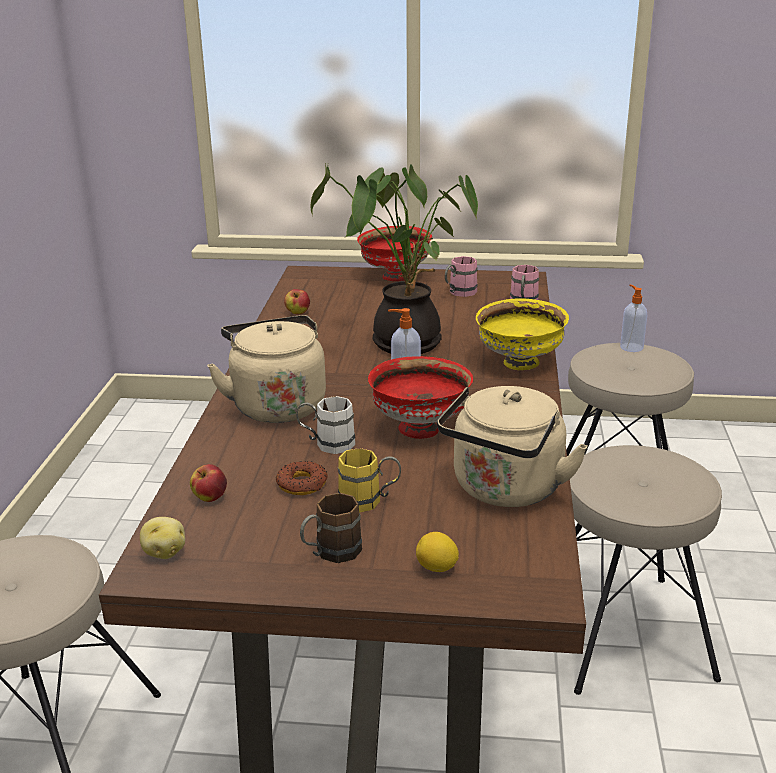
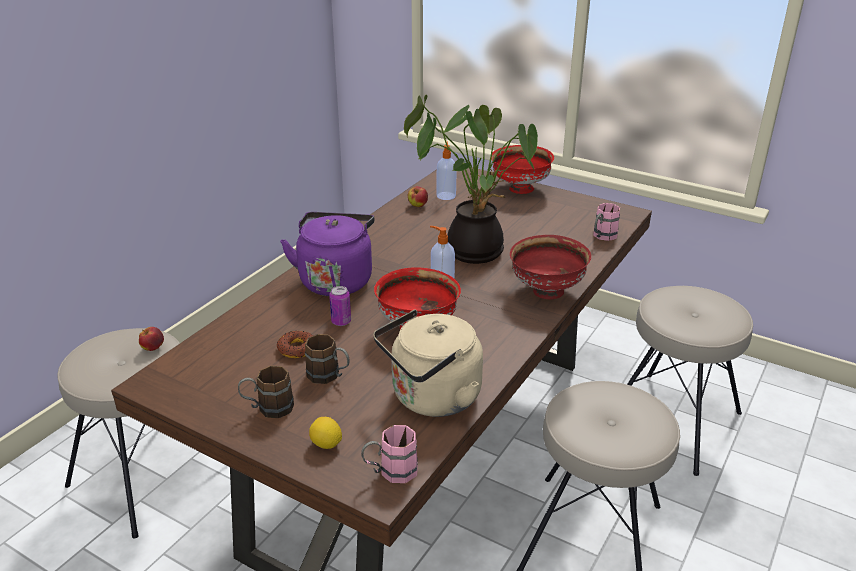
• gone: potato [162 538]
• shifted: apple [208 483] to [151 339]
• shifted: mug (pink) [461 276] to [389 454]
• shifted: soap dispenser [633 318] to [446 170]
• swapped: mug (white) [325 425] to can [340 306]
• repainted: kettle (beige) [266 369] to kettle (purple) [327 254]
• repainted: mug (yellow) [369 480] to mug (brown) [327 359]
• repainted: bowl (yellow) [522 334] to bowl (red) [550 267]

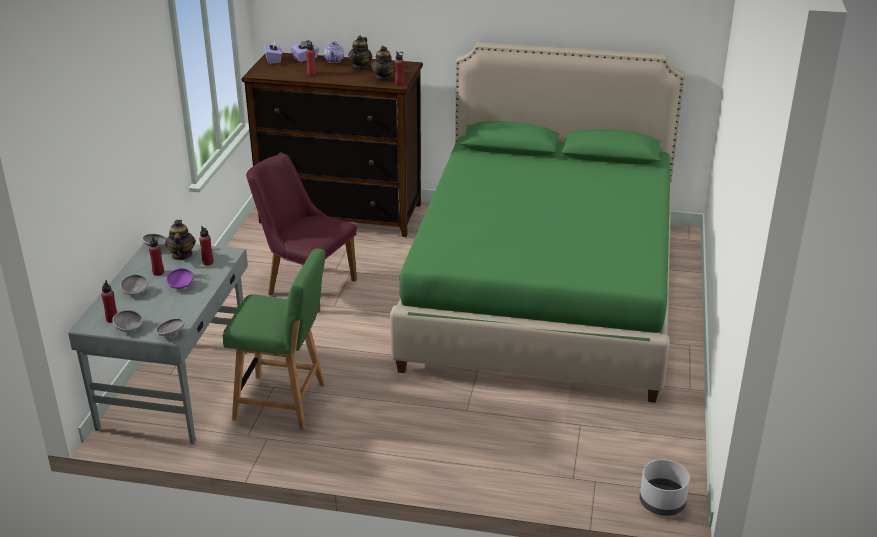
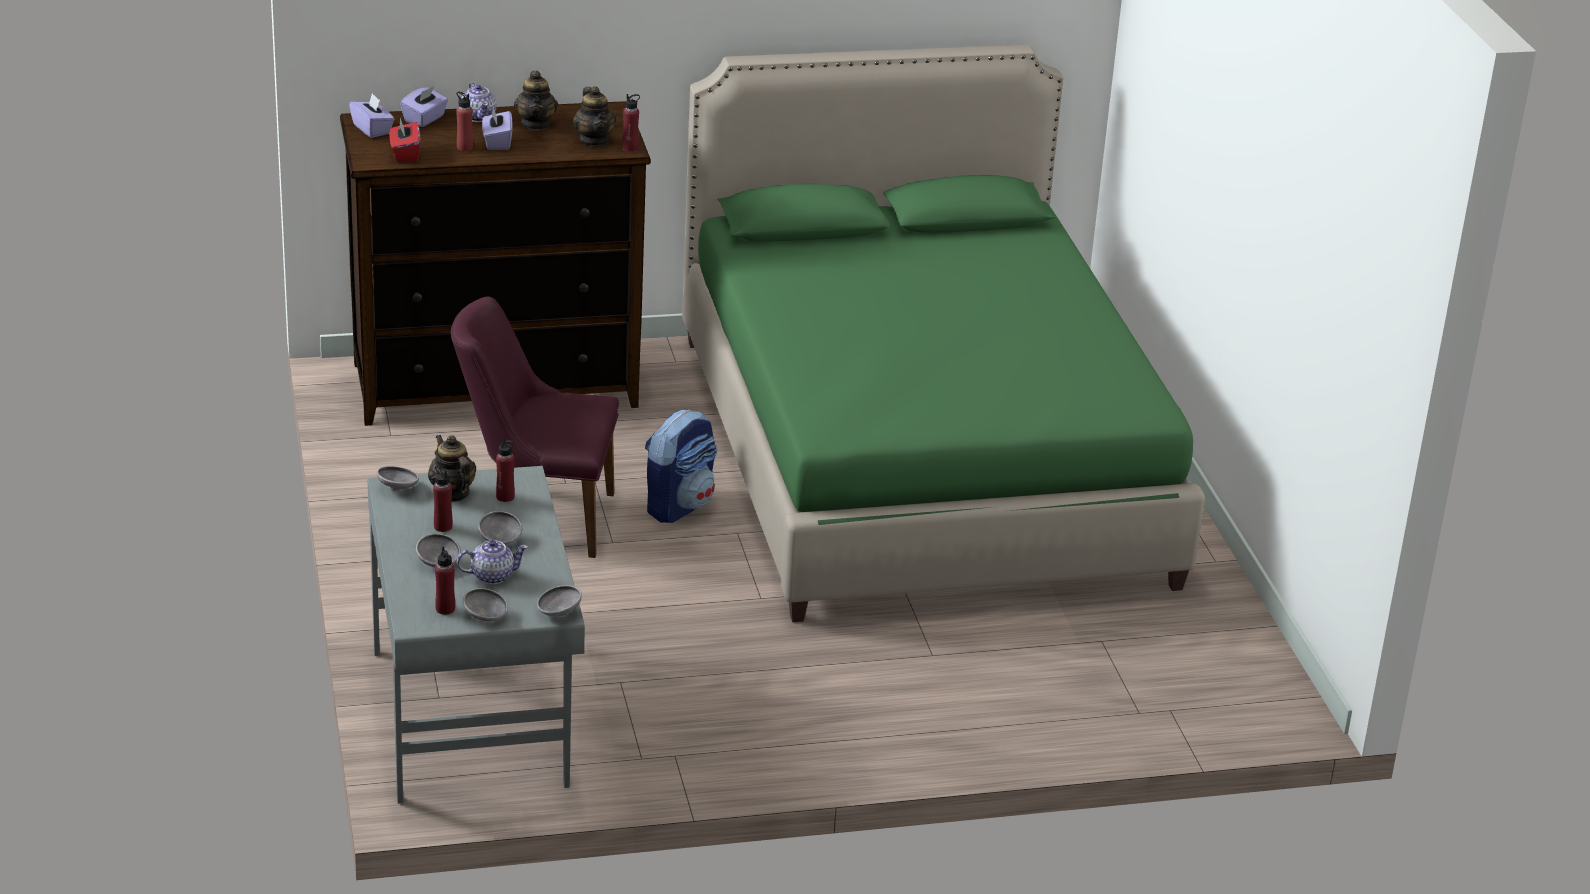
• gone: chair (green) [274 339]
• gone: planter (grey) [665 487]
• new: tissue box (red) [405 140]
• new: teapot [492 562]
• new: tissue box (purple) [497 128]
• new: backpack [681 466]
• repainted: bowl (purple) [179 278] to bowl (grey) [500 528]

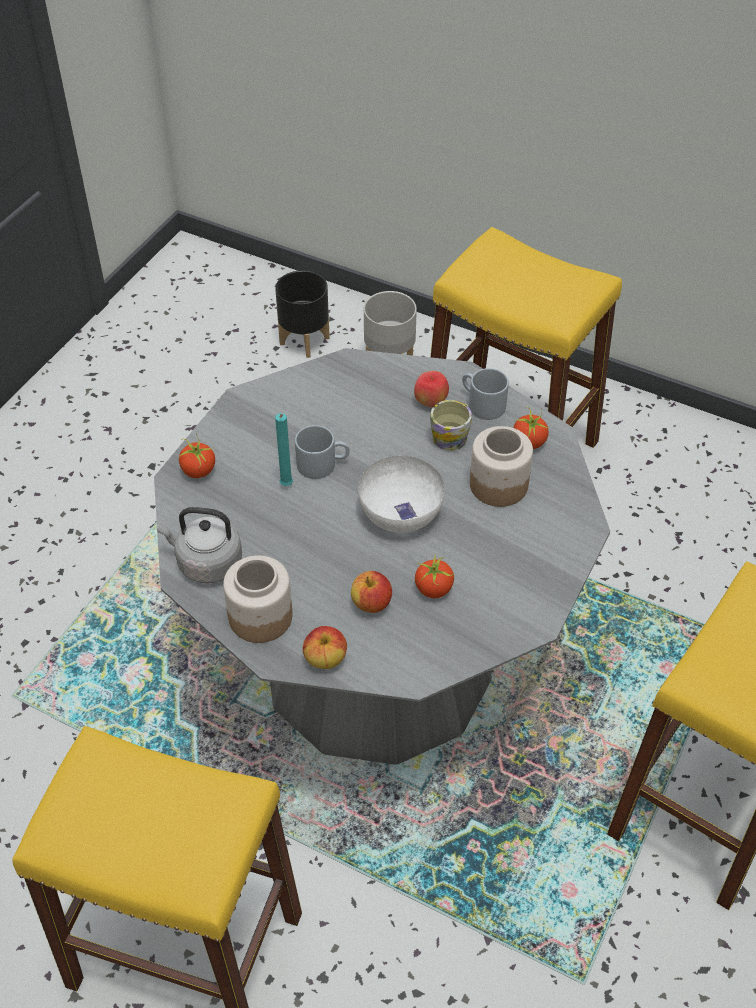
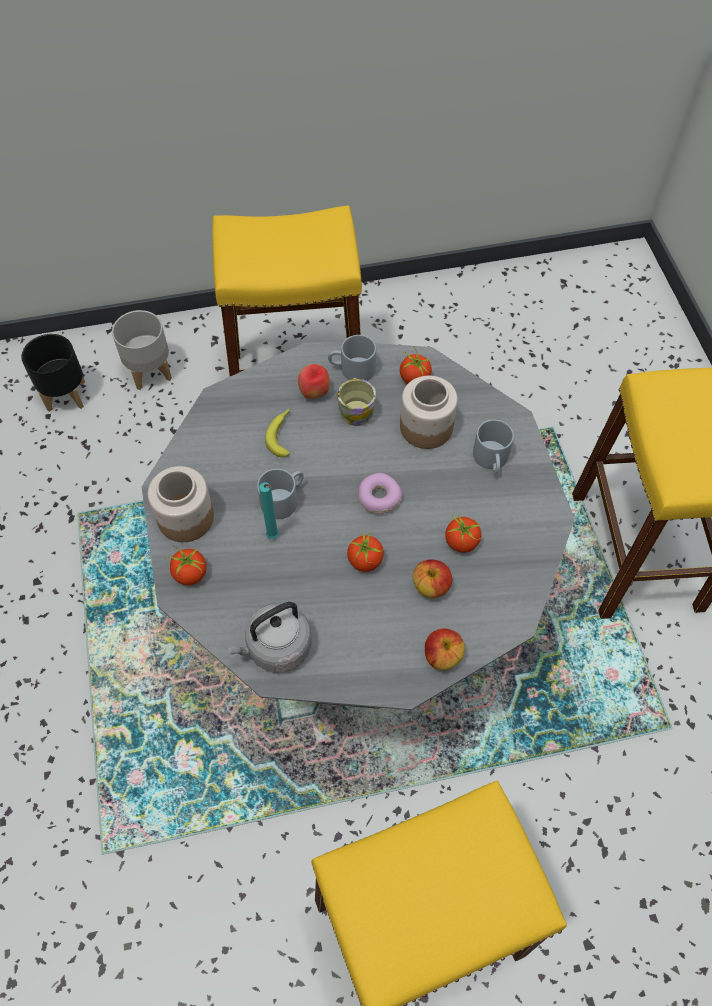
• new: banana [277 432]
• new: tomato [366 552]
• new: mug (grey) [493 447]
• shifted: jar [257 599] to [181 504]
• swapped: bowl (white) [401 494] to donut [380 493]

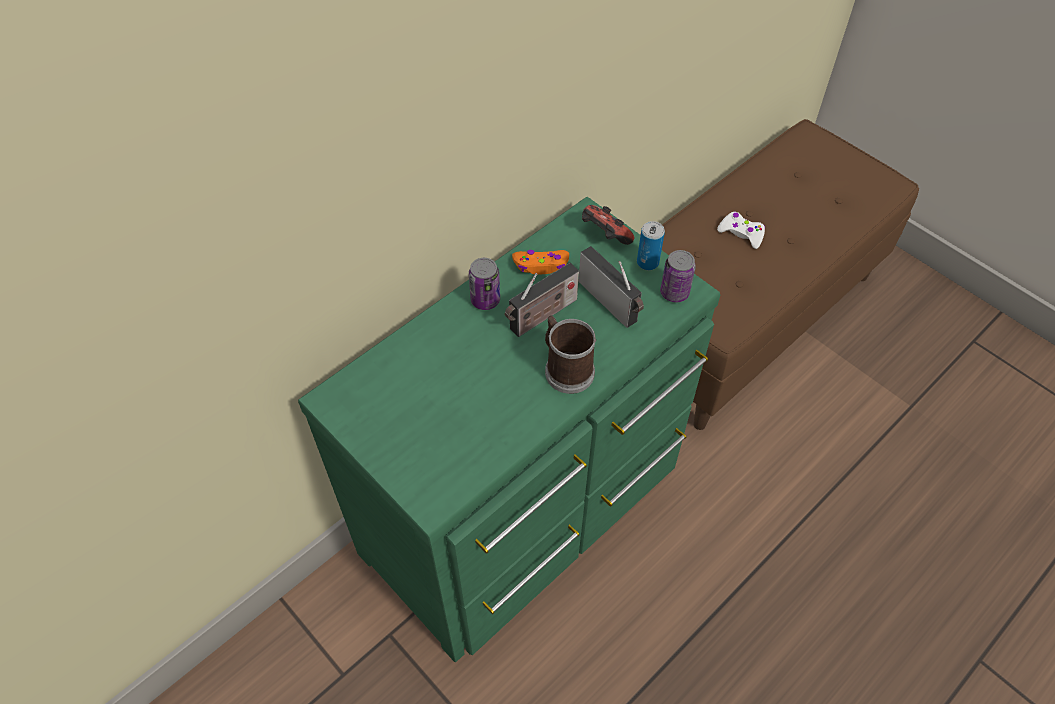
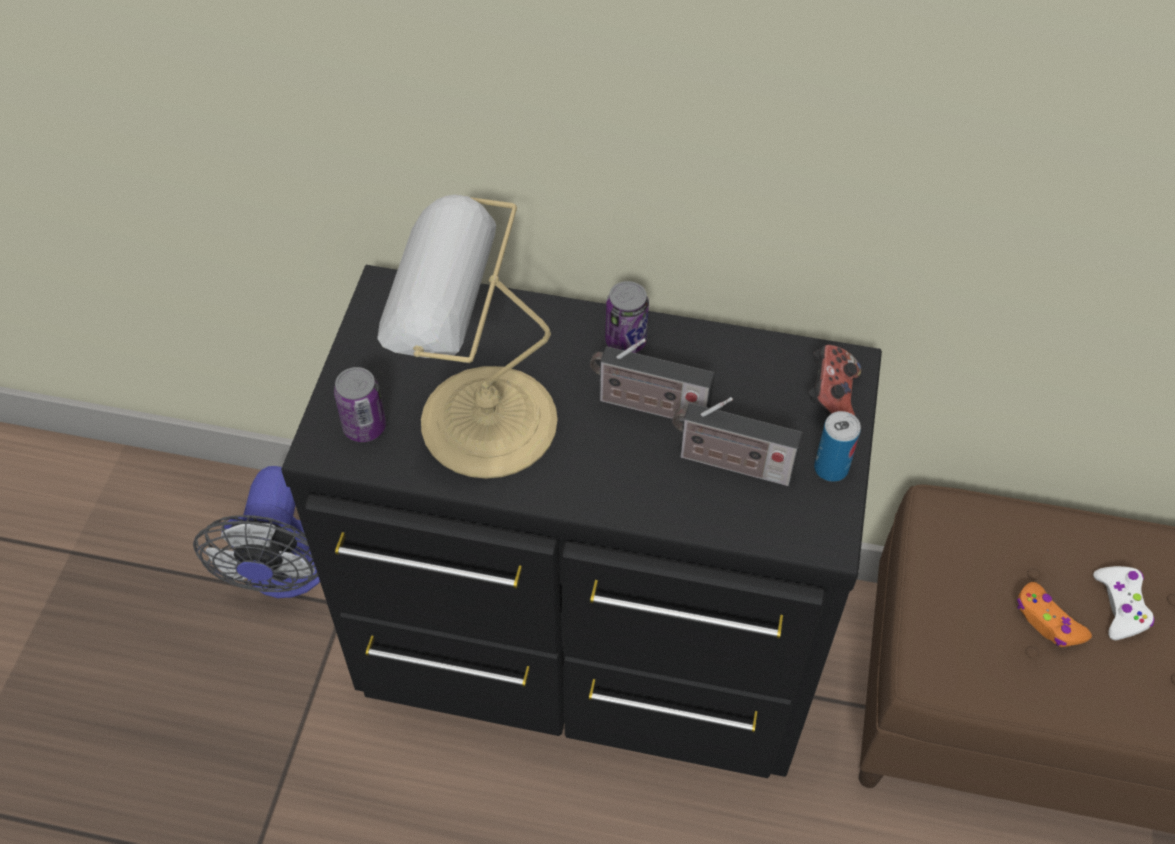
• gone: mug [570 354]
• new: fan [256 532]
• new: table lamp [467 336]
• shifted: game controller (orange) [540 262] to [1054 614]
• shifted: can [678 276] to [360 404]
• repainted: dresser (green) [509 429] to dresser (black) [581 521]
• rotated: radio [611 287] = [737 441] 90 degrees clockwise

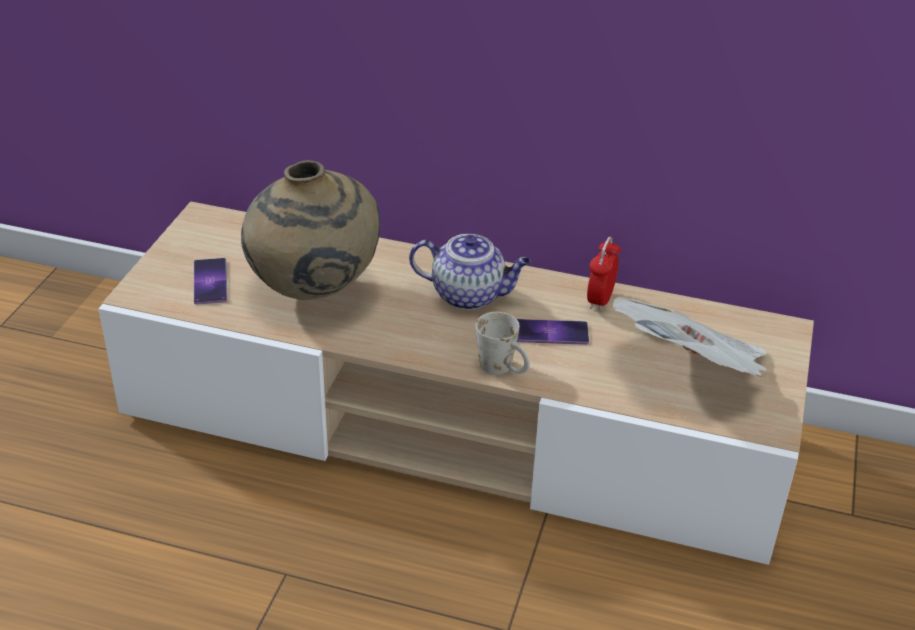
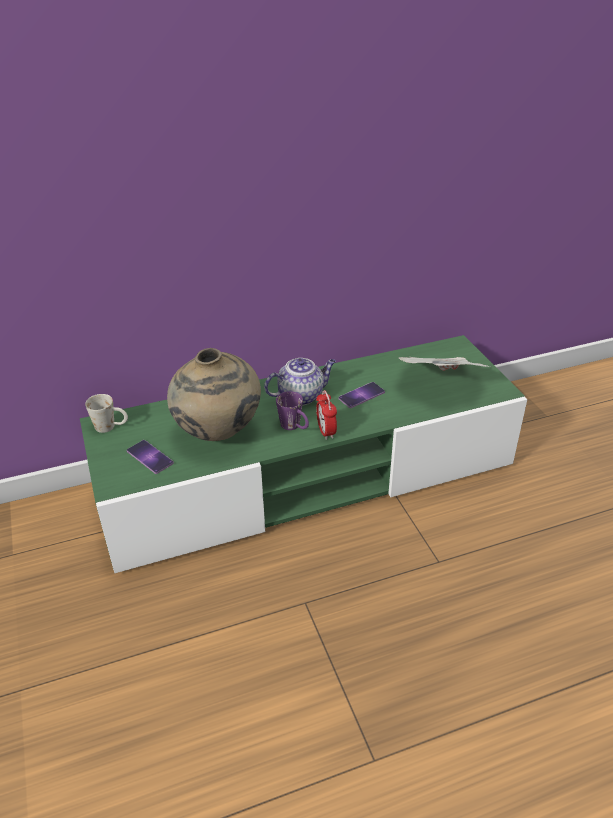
• new: mug (purple) [292 410]
• shifted: mug (white) [503 343] to [106 413]
• shifted: alarm clock [604 274] to [326 415]
• repainted: tv stand (beige) [456 383] to tv stand (green) [303 454]

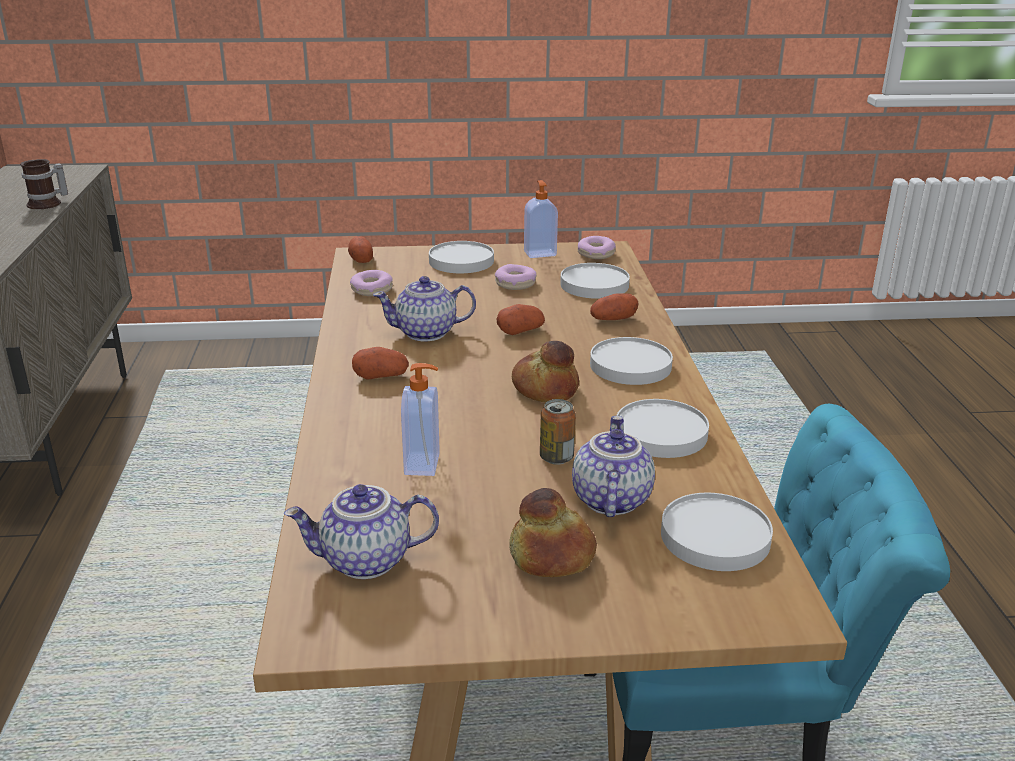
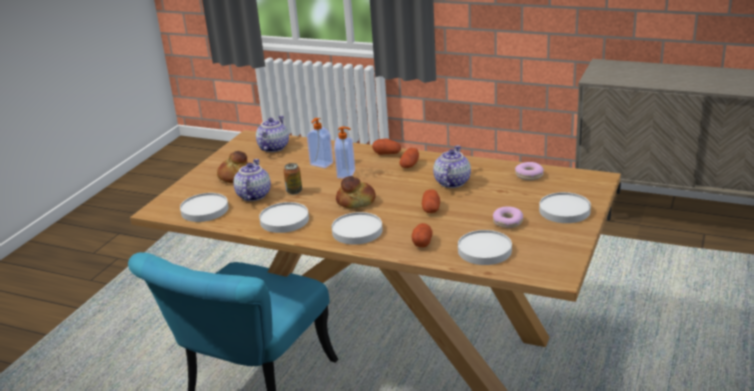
• gone: mug [44 184]
• gone: donut [597 247]
• shifted: potato [360 249] to [386 146]
• shifted: soap dispenser [541 219] to [344 152]
• rotated: teapot [613 466] = [252 180] 120 degrees counterclockwise

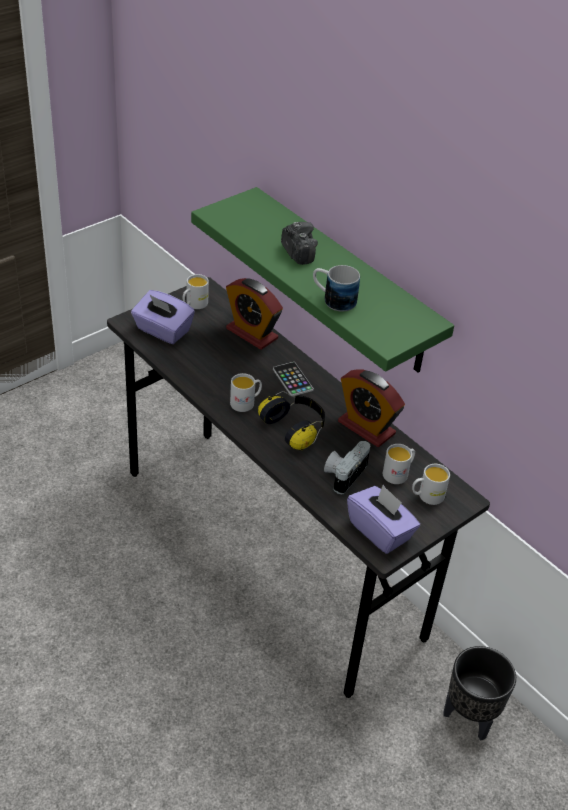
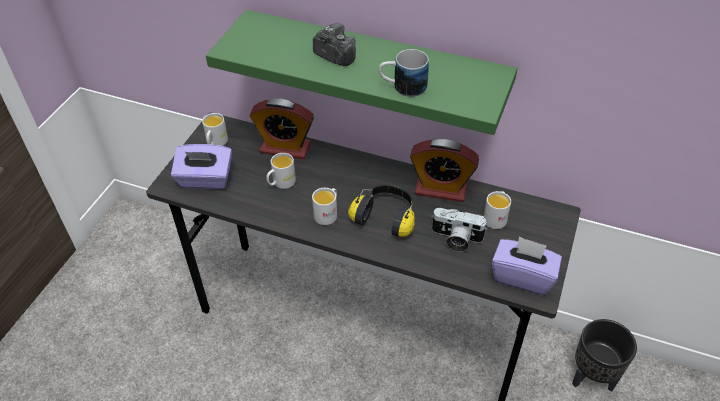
• gone: phone [293 379]
• shifted: mug (white) [431 484] to [281 171]
• rotated: photo camera [347 467] = [459 230] 75 degrees counterclockwise

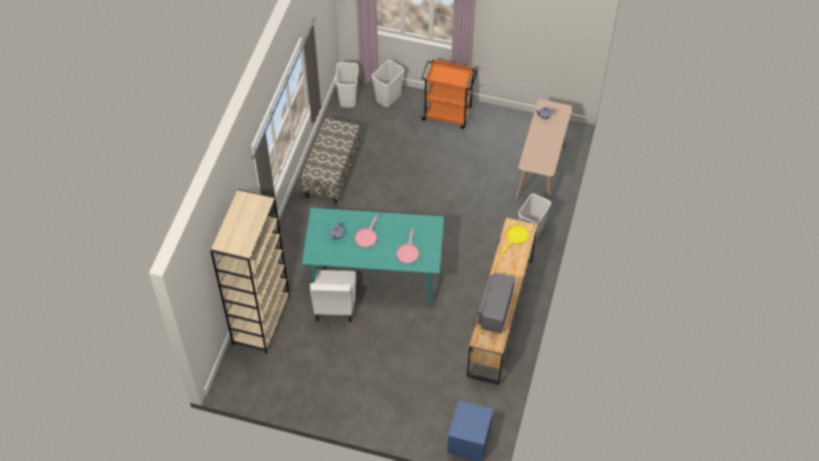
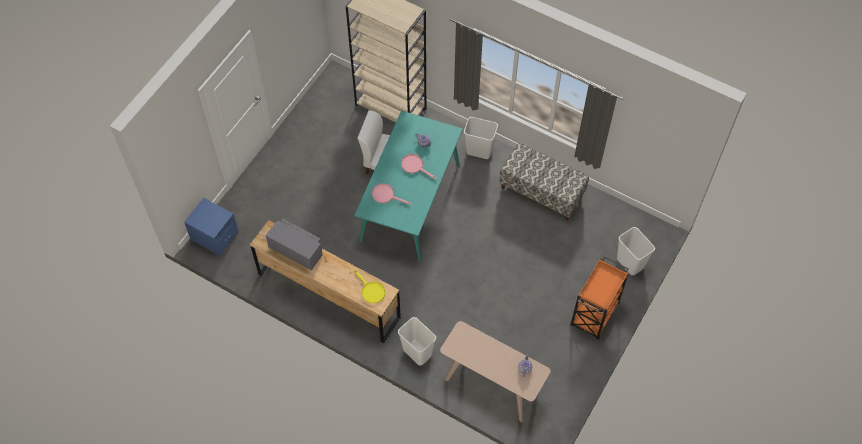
• shifted: trash can (white) [346 85] to [481 138]

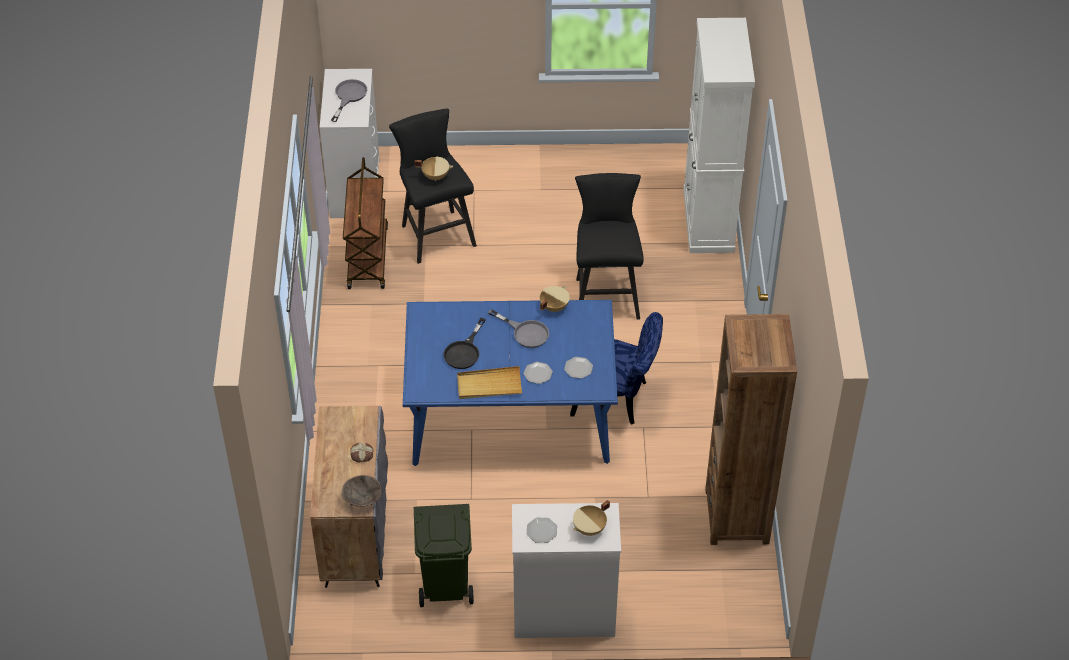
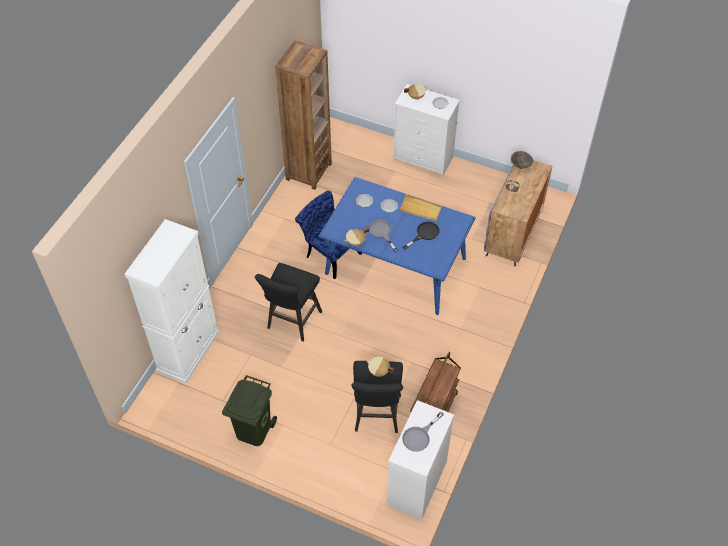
• shifted: trash can (green) [444 555] to [249 410]

